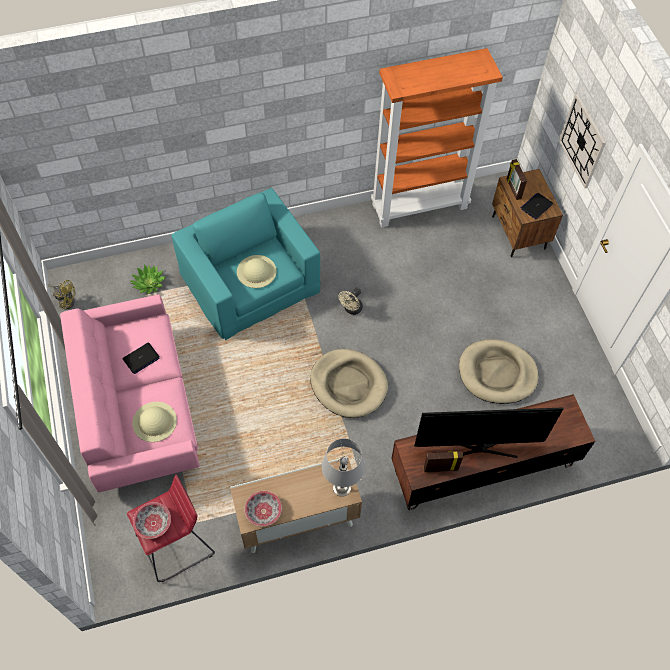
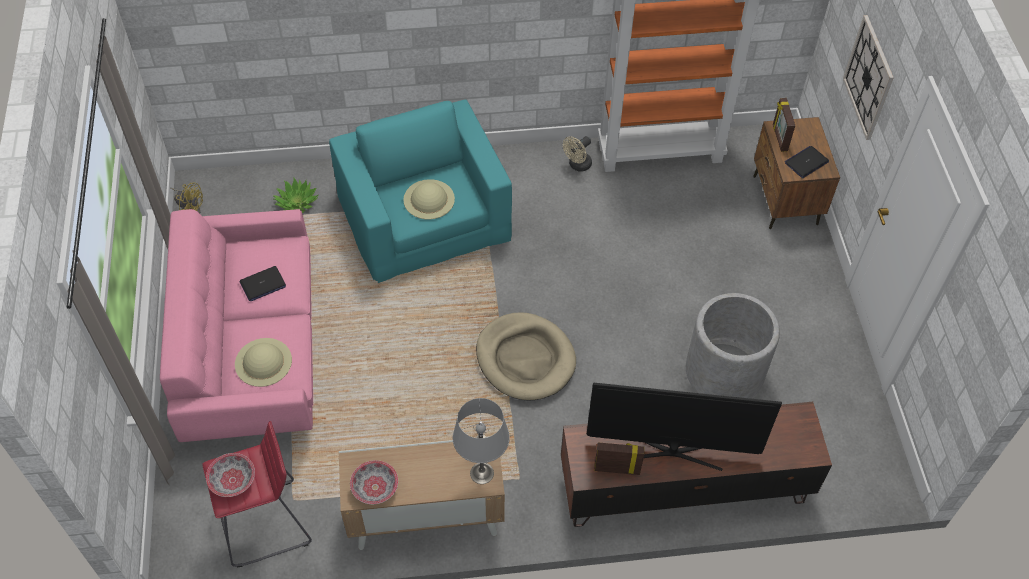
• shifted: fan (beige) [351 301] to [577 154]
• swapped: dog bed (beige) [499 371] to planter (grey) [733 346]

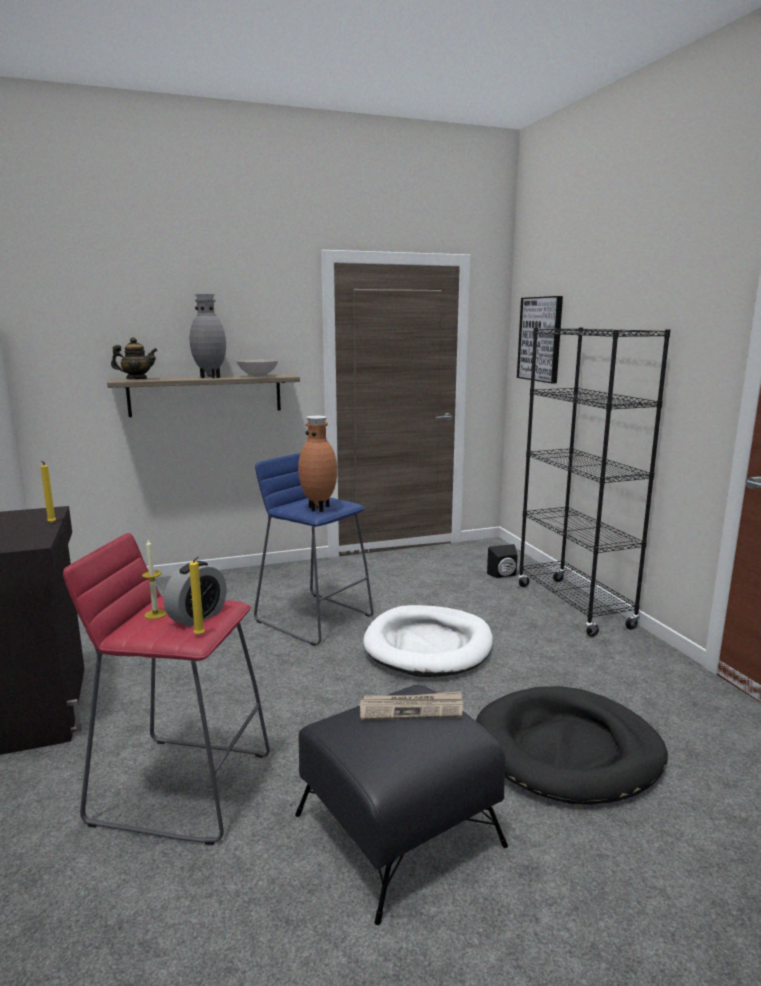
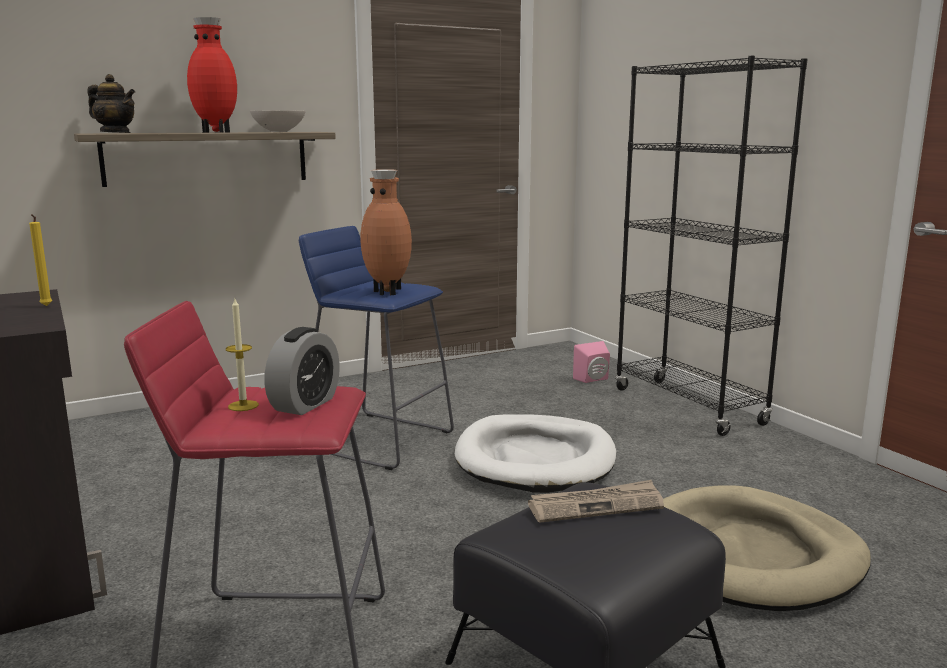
• gone: candle (yellow) [197 595]
• gone: picture [540 339]
• repainted: vase (grey) [208 336] to vase (red) [212 75]
• repainted: dog bed (black) [572 745] to dog bed (beige) [767 548]
• repainted: speaker (black) [502 561] to speaker (pink) [591 362]
• rotated: teapot [134 358] = [111 103] 45 degrees clockwise

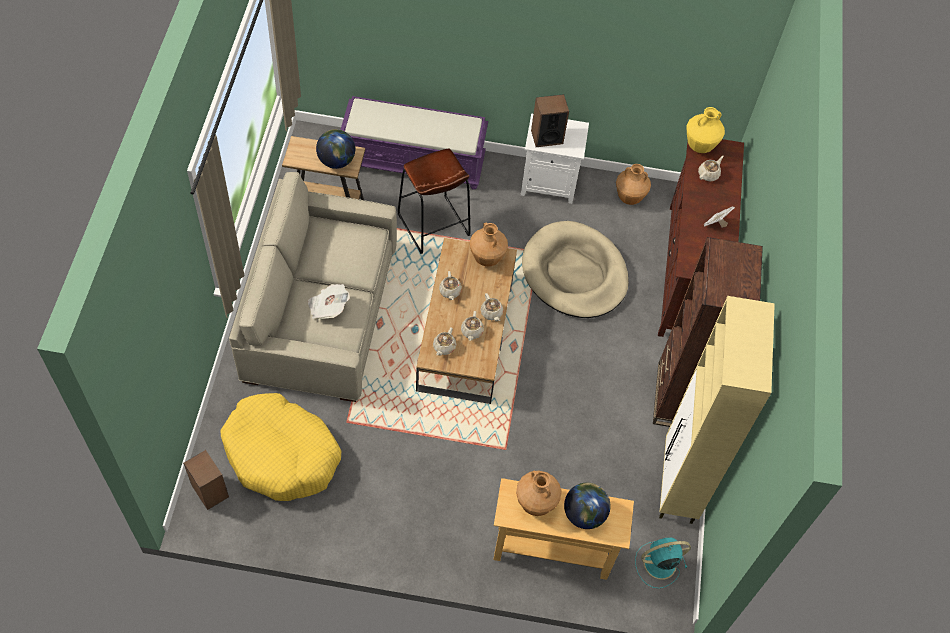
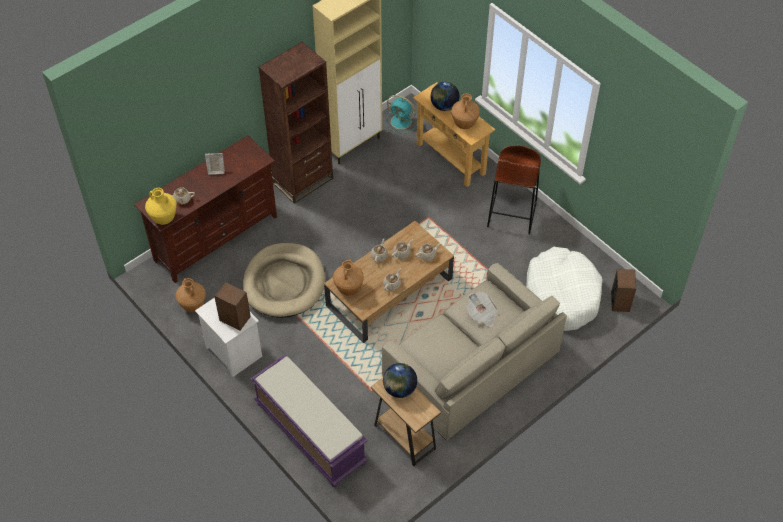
• shifted: stool (brown) [434 201] to [514 189]
• repainted: dog bed (yellow) [280 447] to dog bed (white) [564 289]

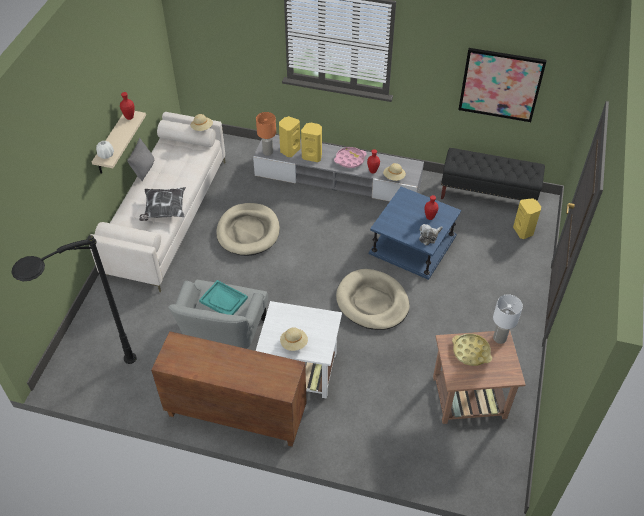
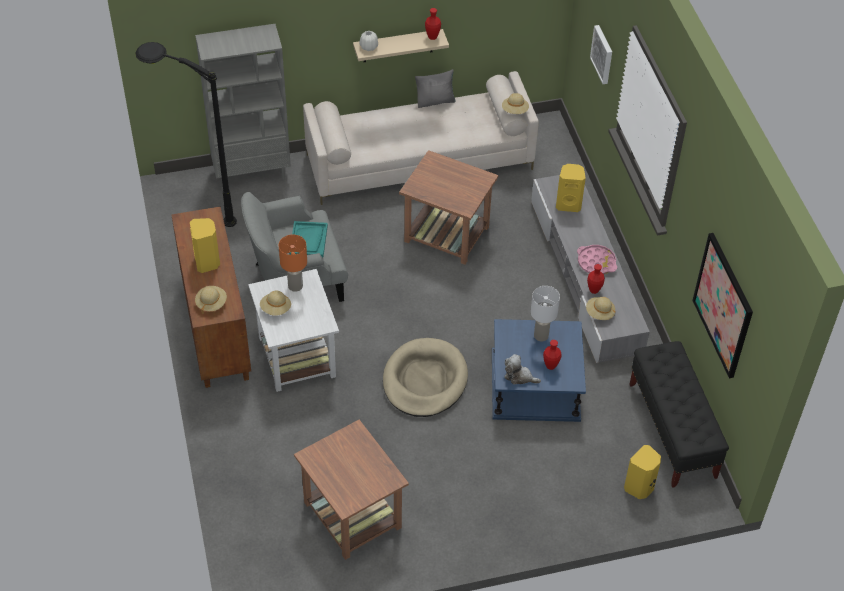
• gone: pillow [162 204]
• gone: tray (yellow) [472 350]
• new: bookcase (grey) [243 102]
• new: hat (beige) [211 300]
• new: picture [601 54]
• shifted: table lamp (orange) [266 134] to [293 263]
• shifted: speaker (yellow) [311 142] to [205 245]
• shifted: table lamp (white) [508 319] to [545 314]
• swapped: dog bed (beige) [248 229] to side table (brown) [448 207]

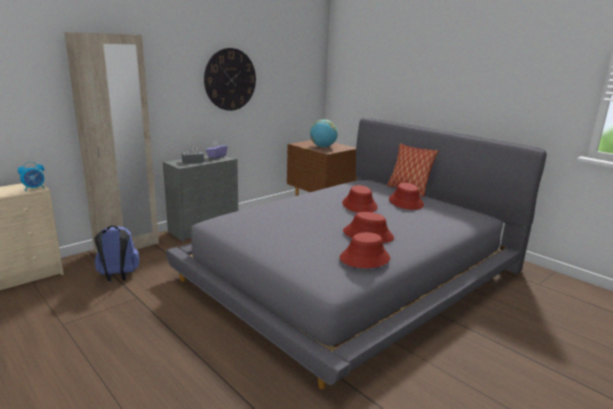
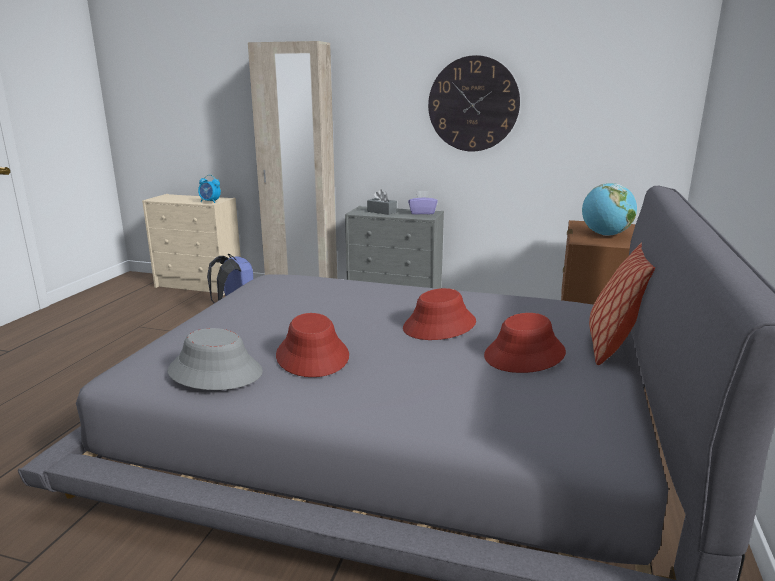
• repainted: hat (red) [365 250] to hat (grey) [215 359]

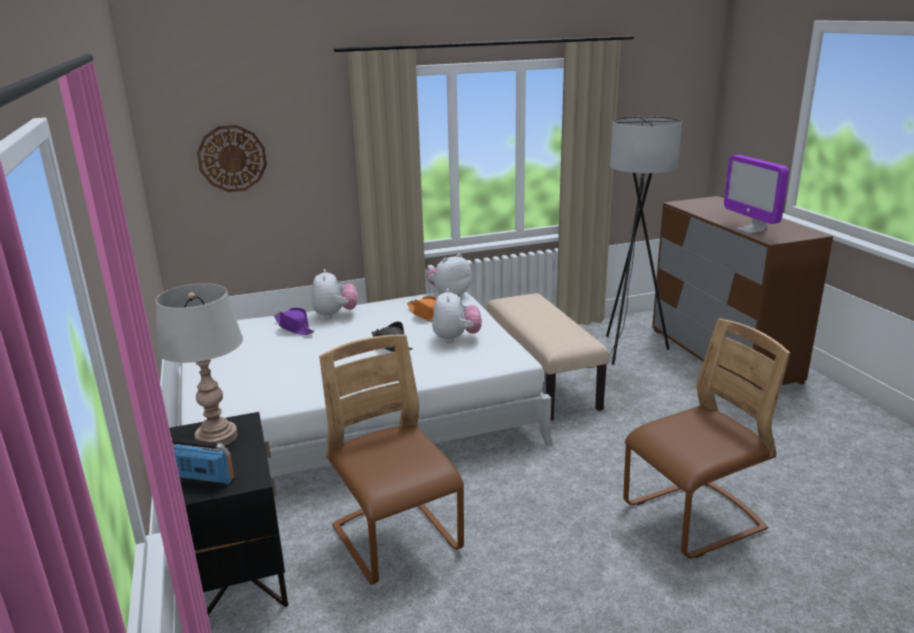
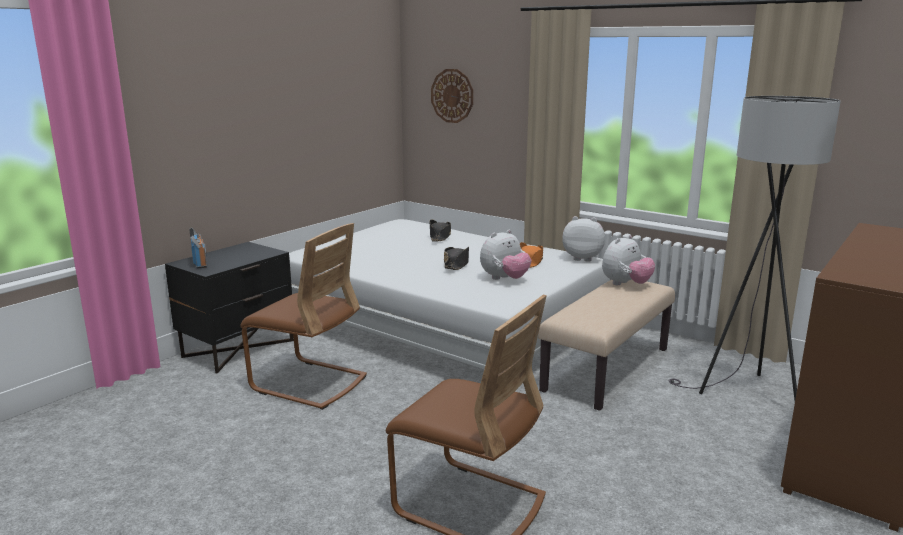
• gone: table lamp (grey) [199 364]
• gone: monitor [756 194]
• shifted: plush toy [334 294] to [628 260]
• repainted: hat (purple) [294 321] to hat (black) [440 231]
• rotated: chair (brown) [391 459] = [303 316] 90 degrees clockwise

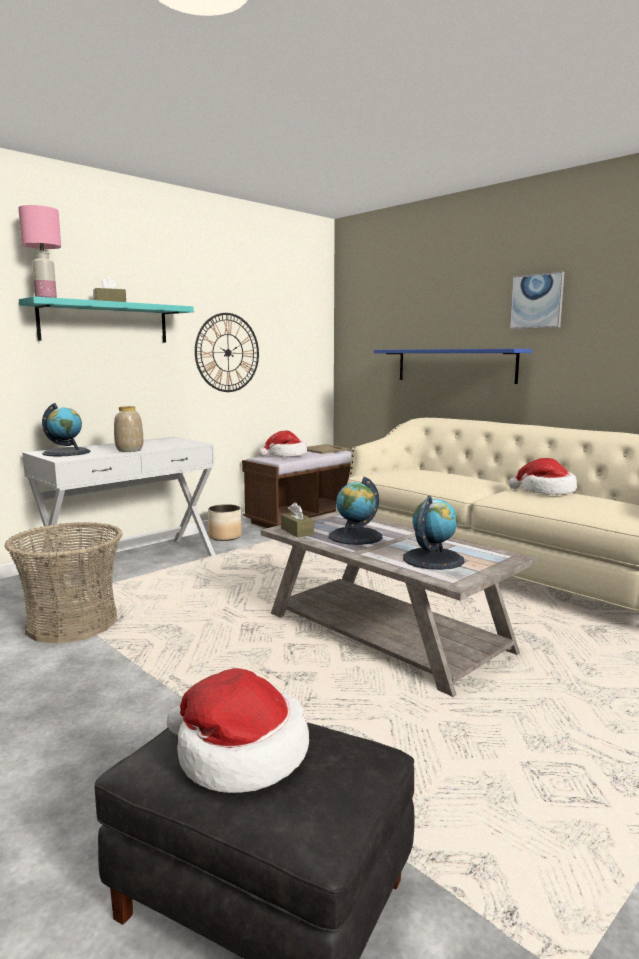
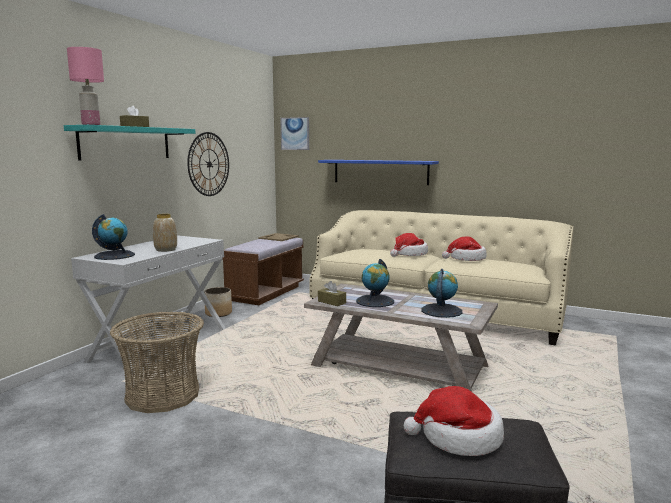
• shifted: hat [283 444] to [409 245]
• shifted: picture [537 300] to [294 133]

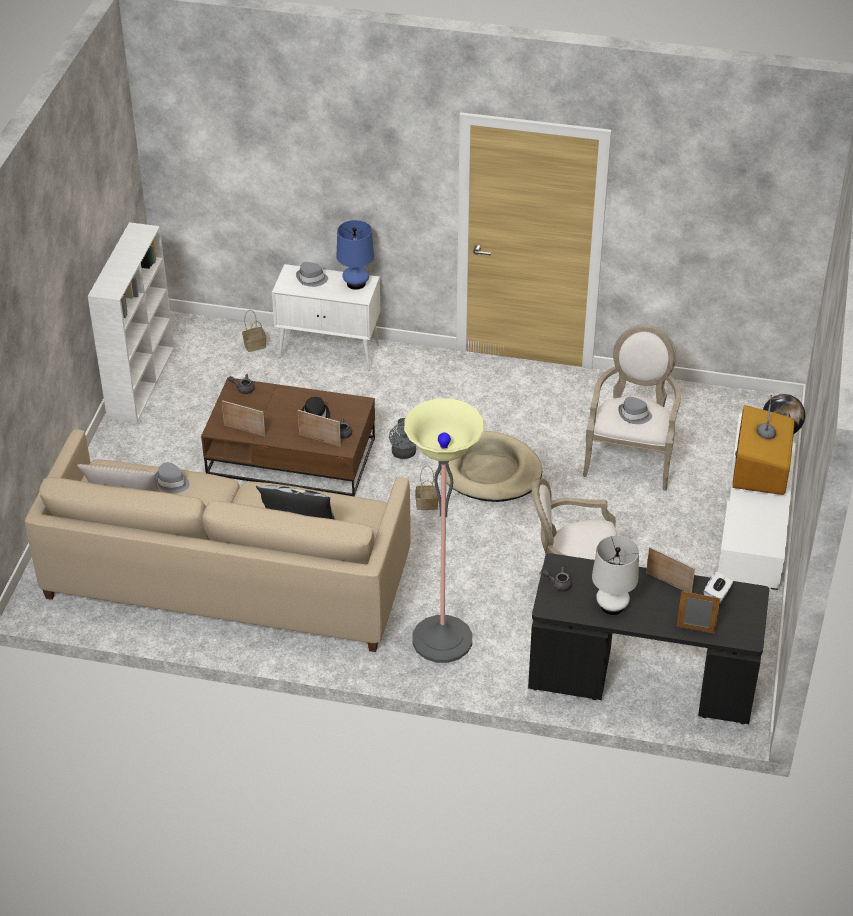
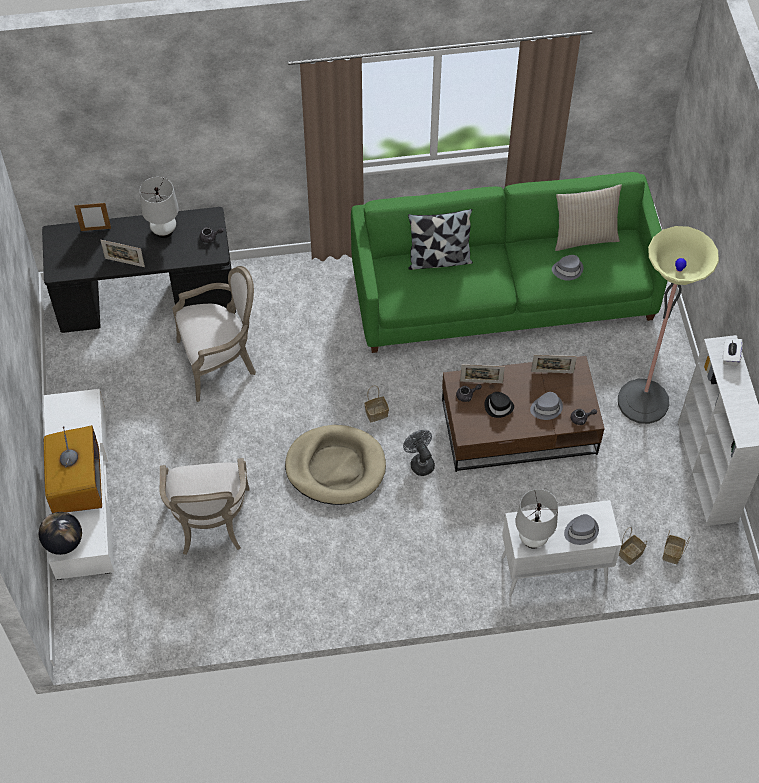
• new: basket [676 547]
• shifted: floor lamp [444 530] to [668 325]
• shifted: hat (grey) [635 410] to [546 406]
• shifted: tissue box (white) [718 587] to [733 352]
• repainted: sofa (beige) [218 540] to sofa (green) [509 262]
• repainted: table lamp (blue) [355 255] to table lamp (white) [536 519]

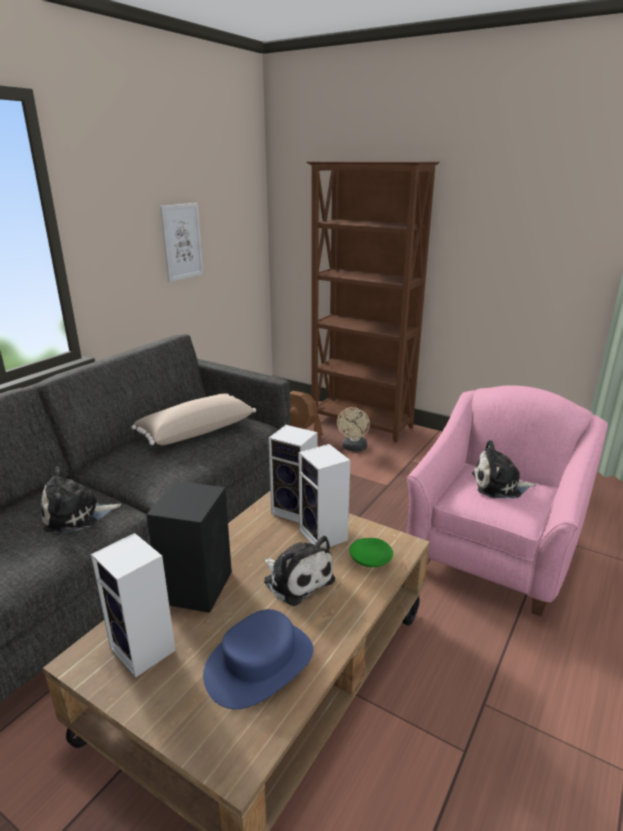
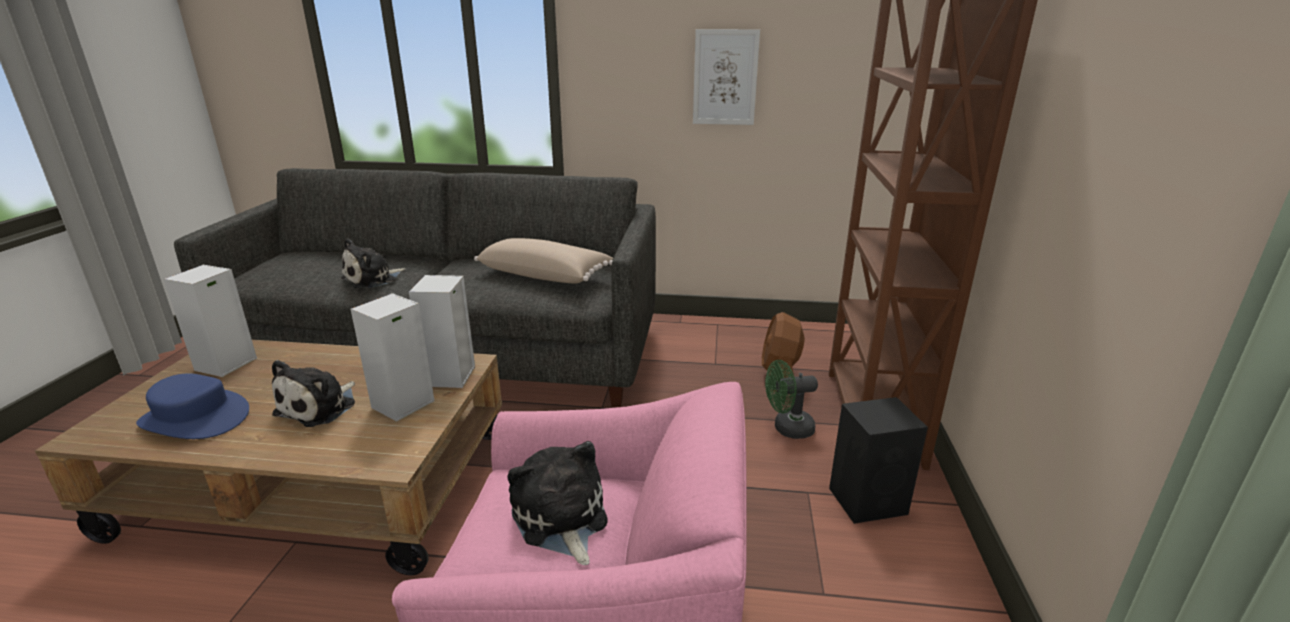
• gone: bowl (green) [371 552]
• shifted: speaker (black) [189 547] to [878 460]
• repainted: fan (beige) [353 429] to fan (green) [791 399]
• rotated: plush toy [81 500] = [373 263] 90 degrees counterclockwise

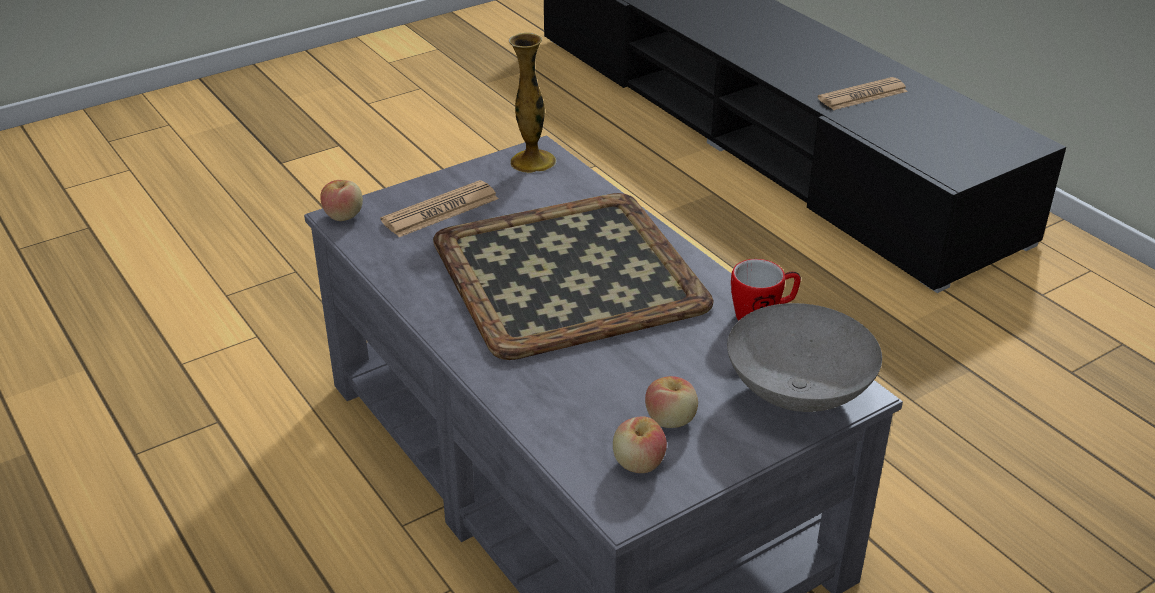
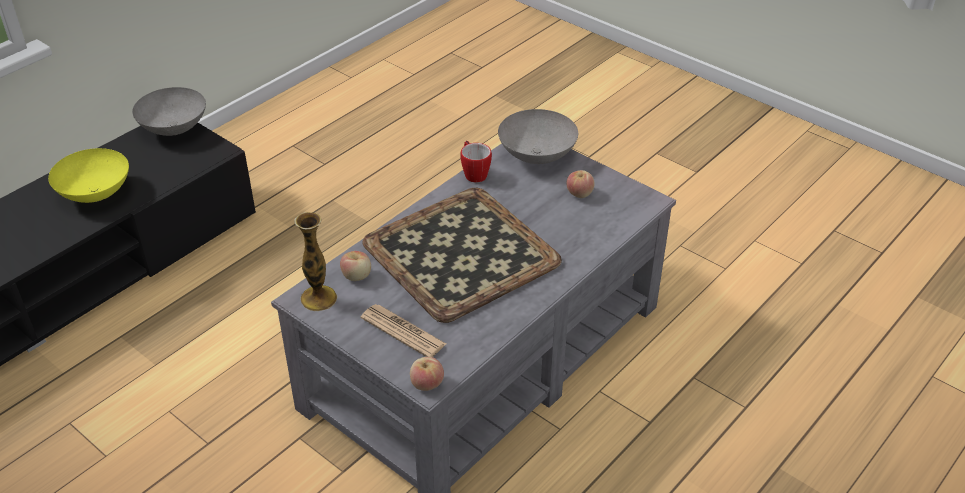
• new: bowl (grey) [169 111]
• shifted: apple [640 444] to [355 266]
• swapped: newspaper [863 93] to bowl (yellow) [88 175]

